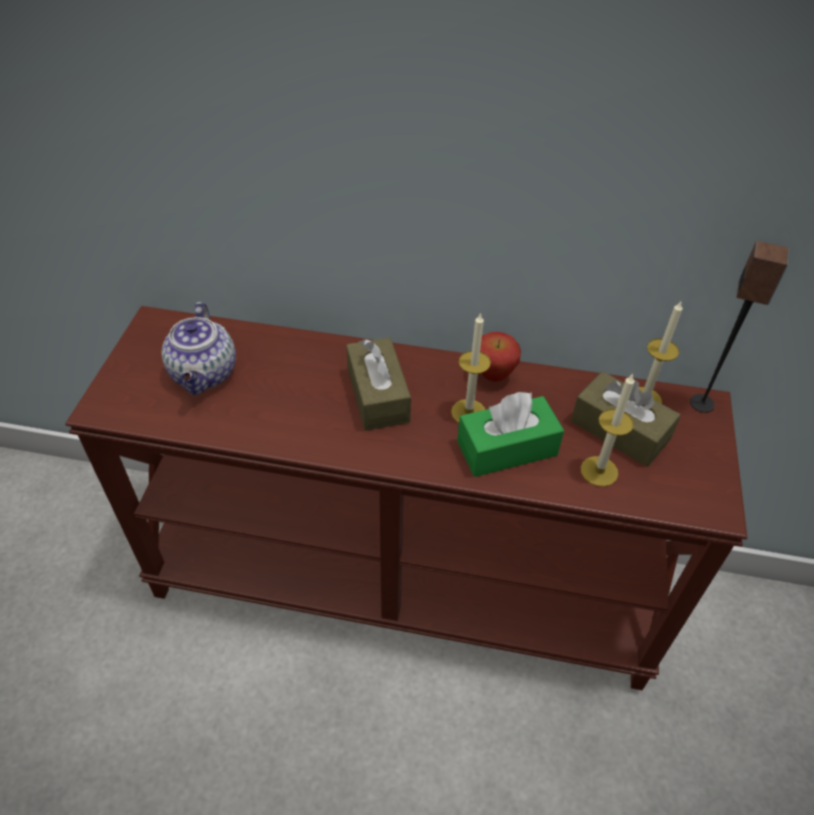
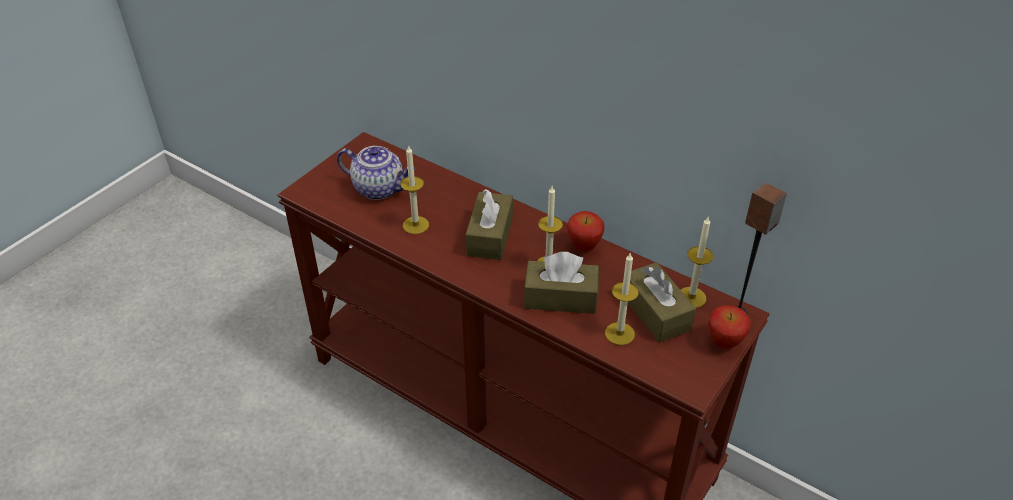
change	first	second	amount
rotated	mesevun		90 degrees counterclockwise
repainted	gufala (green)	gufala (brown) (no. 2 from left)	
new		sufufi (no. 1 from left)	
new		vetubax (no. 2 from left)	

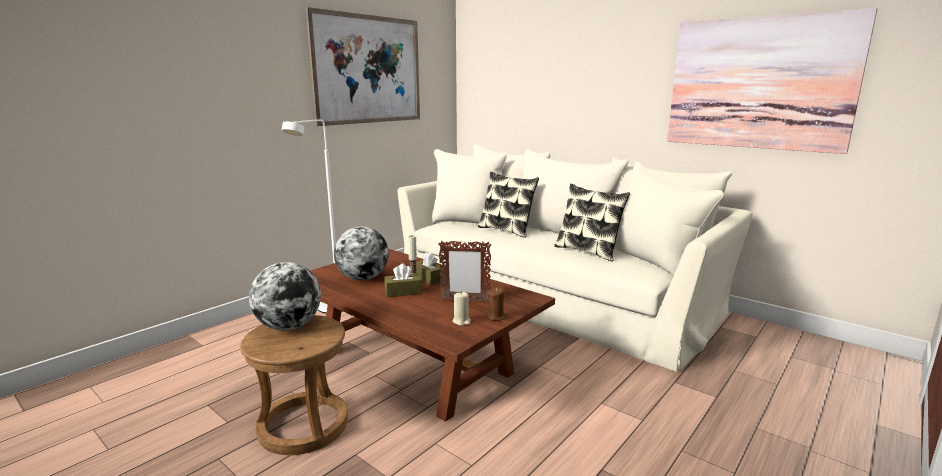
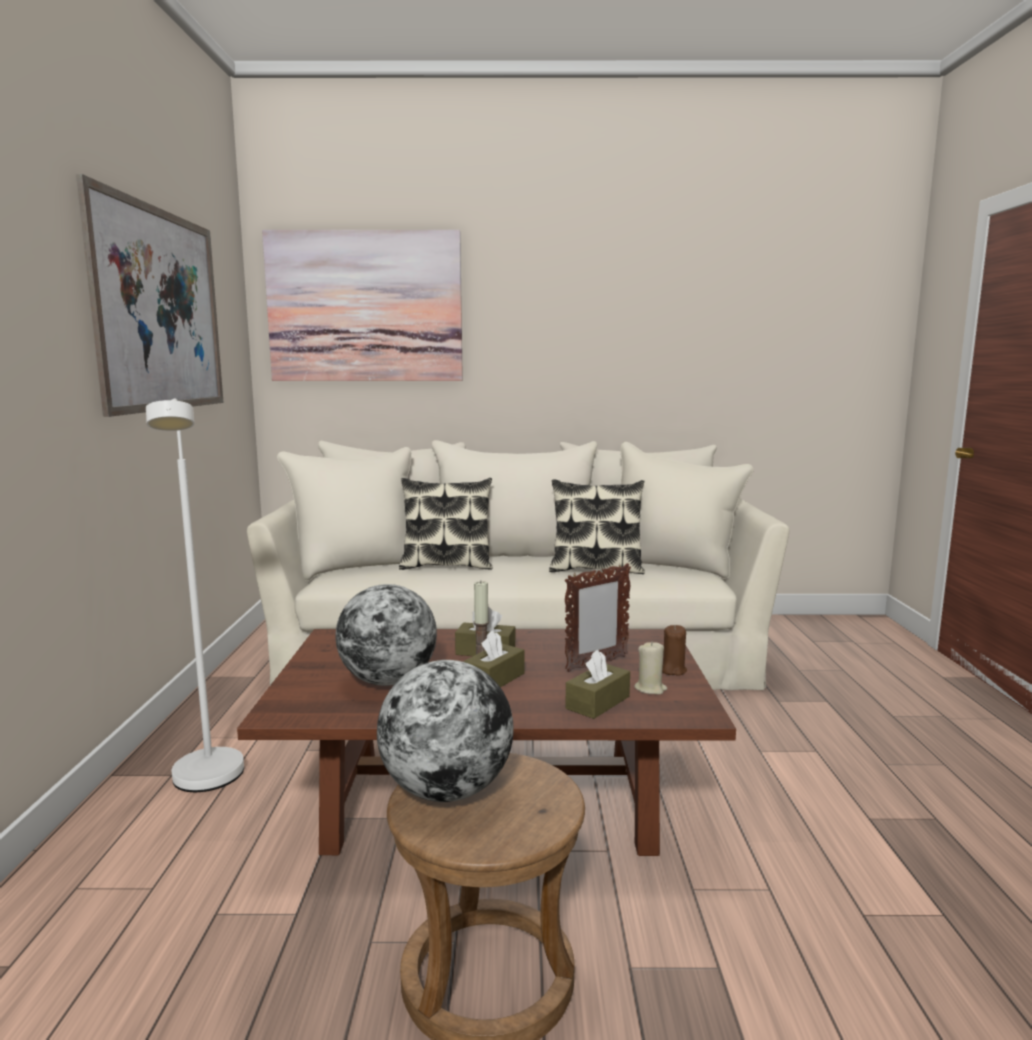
change	first	second	amount
shifted	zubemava (no. 2 from left)		
new		gufala (brown) (no. 3 from left)	

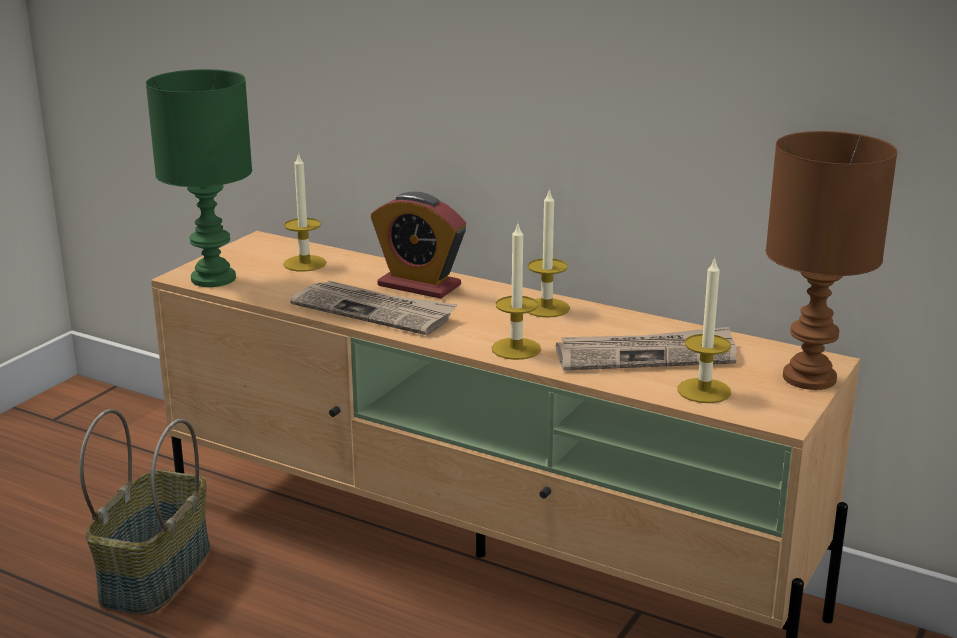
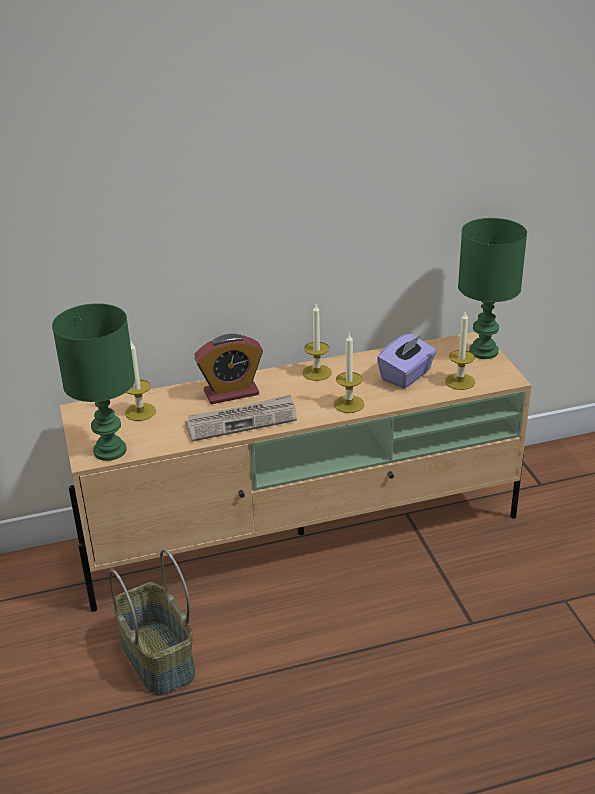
change	first	second	amount
repainted	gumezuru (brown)	gumezuru (green) (no. 2 from left)	
swapped	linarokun (no. 2 from left)	gufala (purple)	

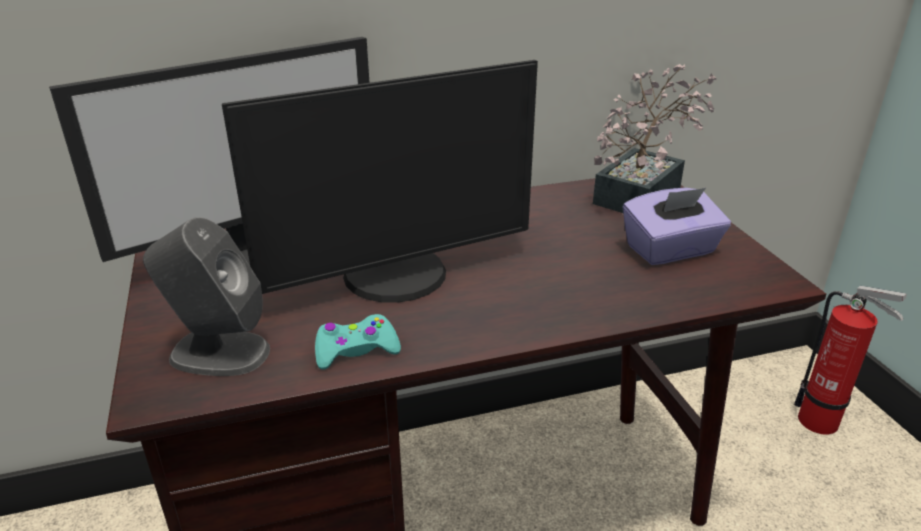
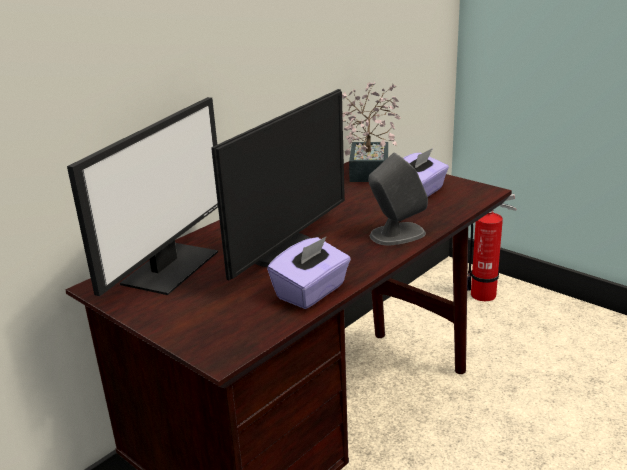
change	first	second	amount
shifted	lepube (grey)		
swapped	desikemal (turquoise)	gufala (purple) (no. 1 from left)	

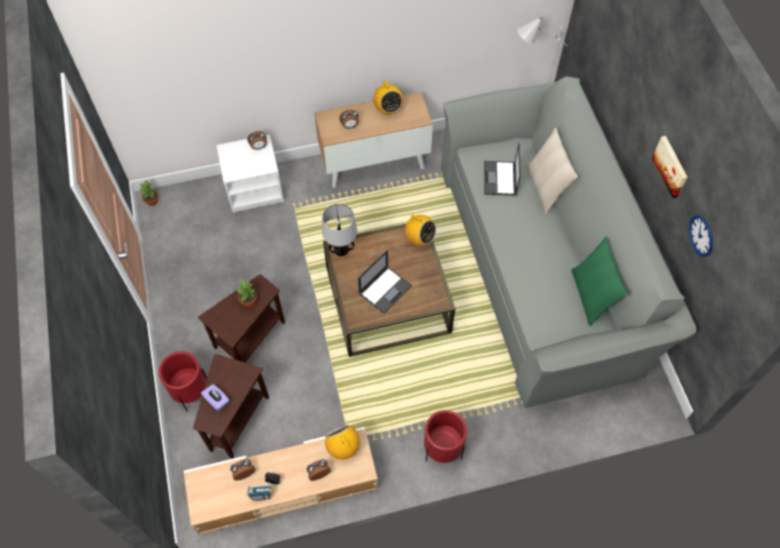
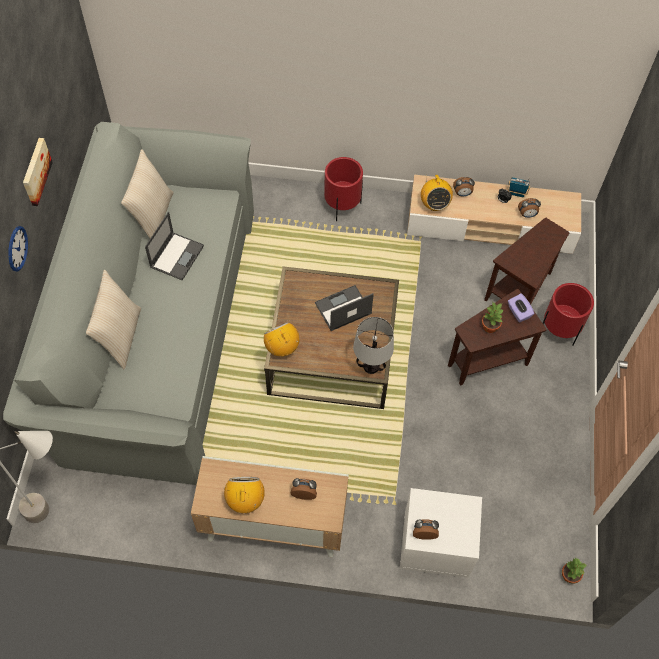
change	first	second	amount
shifted	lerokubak (no. 2 from left in the first image)	lerokubak (no. 1 from left)	
shifted	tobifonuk		
repainted	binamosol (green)	binamosol (beige) (no. 2 from left)	
shifted	gufala (purple)		

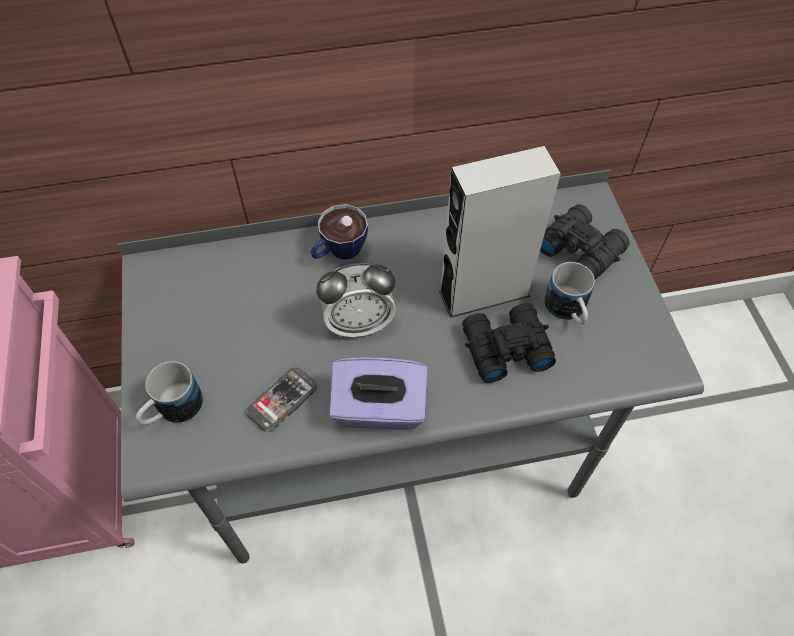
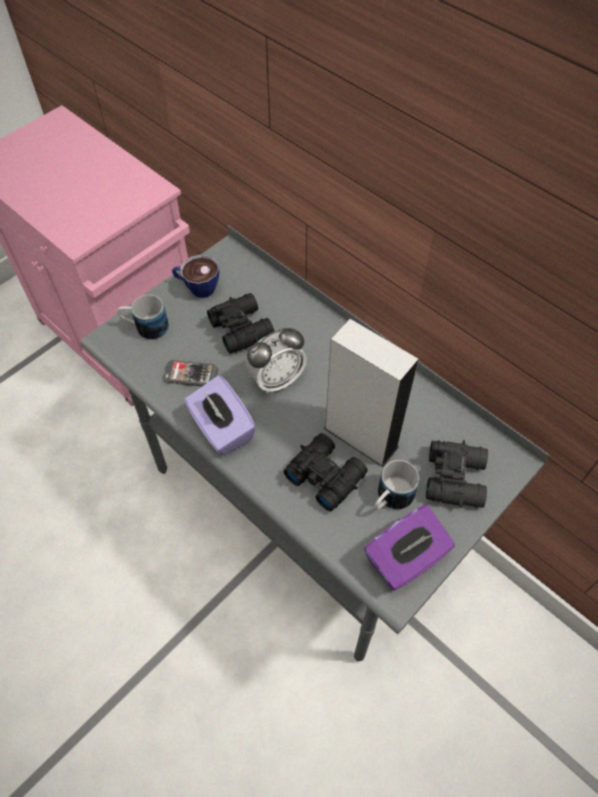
change	first	second	amount
shifted	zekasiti		
rotated	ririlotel		75 degrees counterclockwise
new		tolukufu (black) (no. 1 from left)	
new		gufala (purple) (no. 2 from left)	

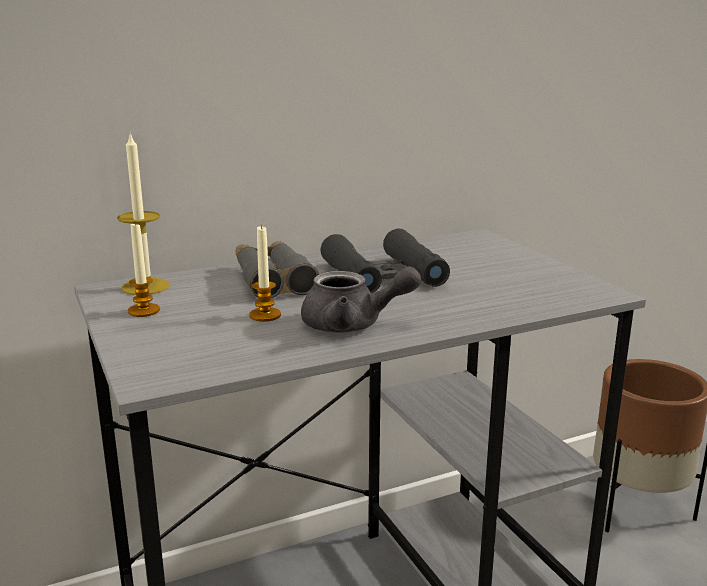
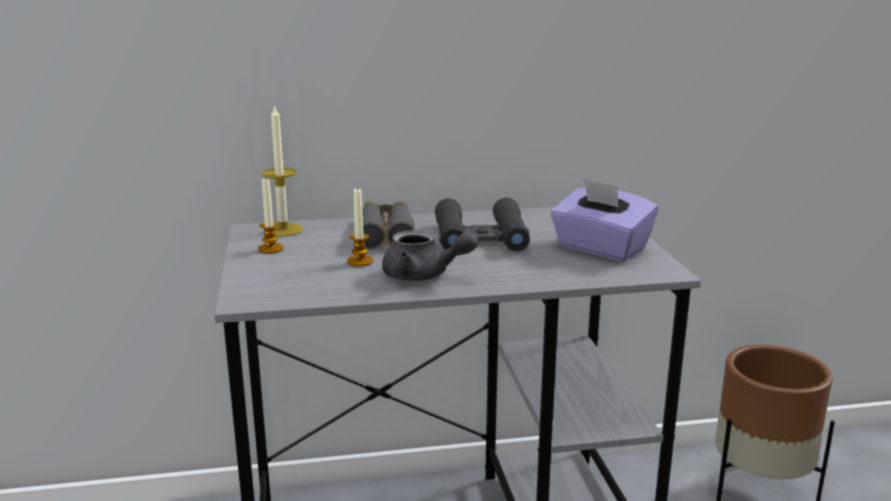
change	first	second	amount
new		gufala (purple)	

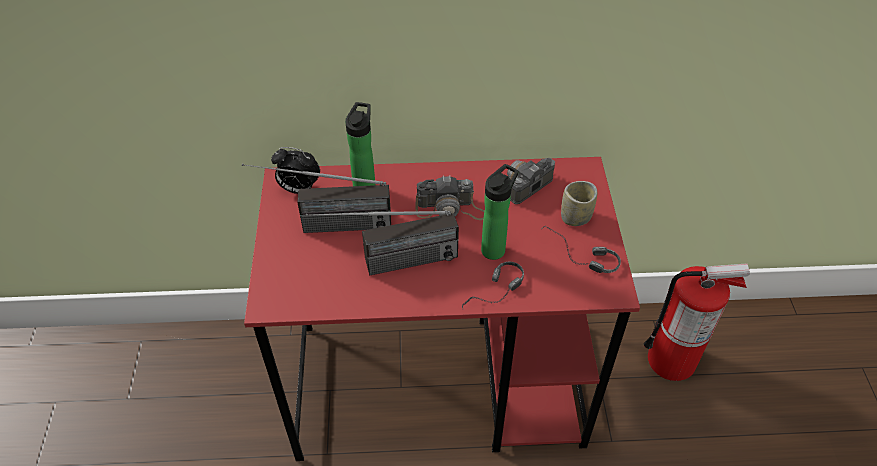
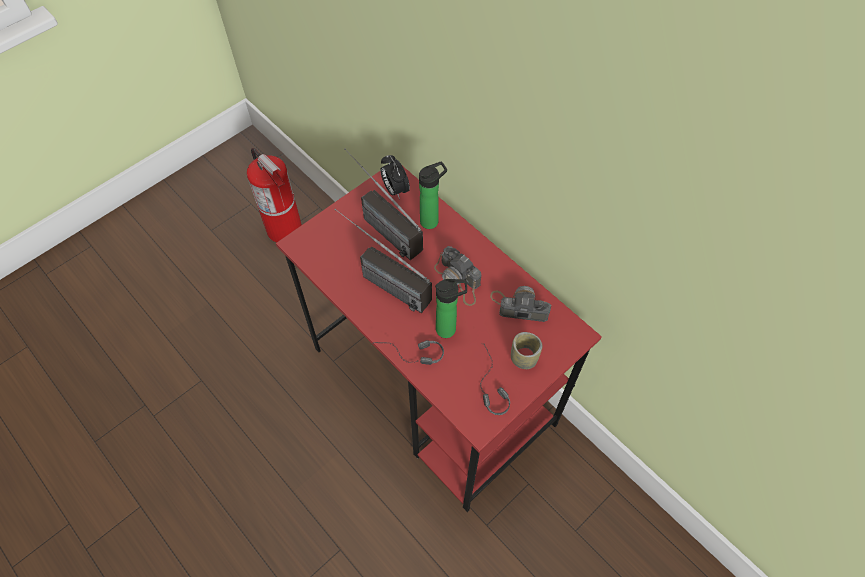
change	first	second	amount
shifted	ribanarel		

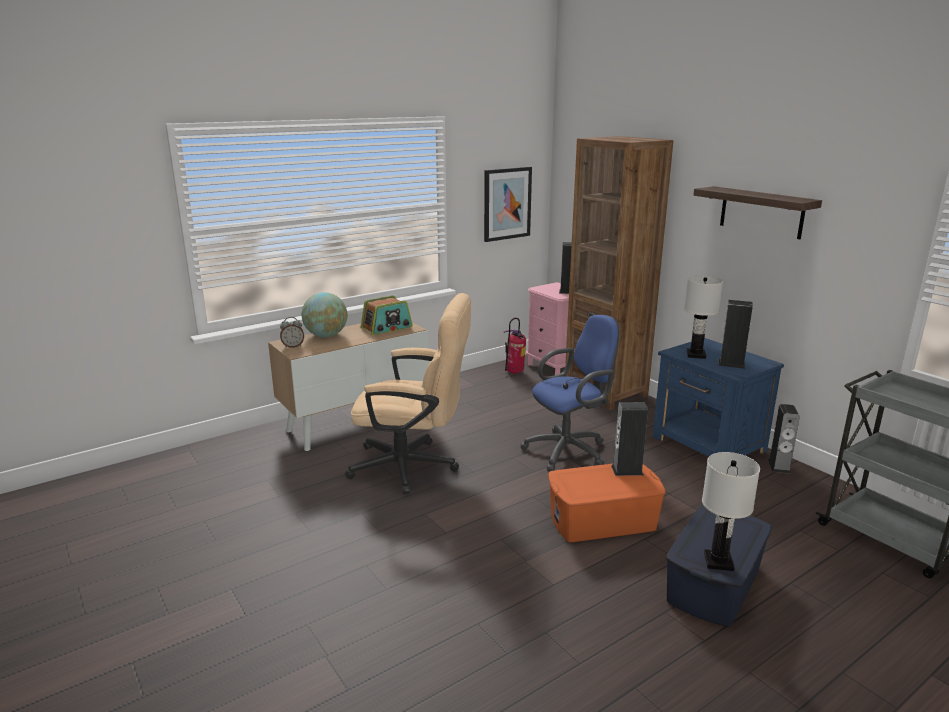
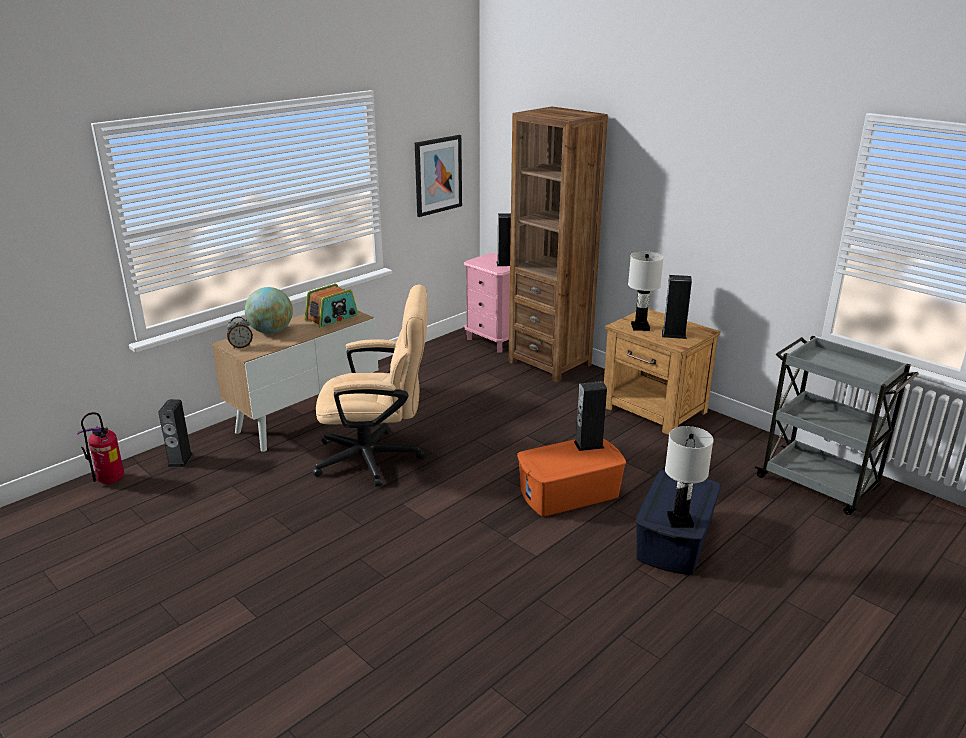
change	first	second	amount
gone	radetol		
gone	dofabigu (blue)		
shifted	ribanarel		
repainted	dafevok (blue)	dafevok (brown)	
shifted	lepube (no. 4 from left in the first image)	lepube (no. 1 from left)	

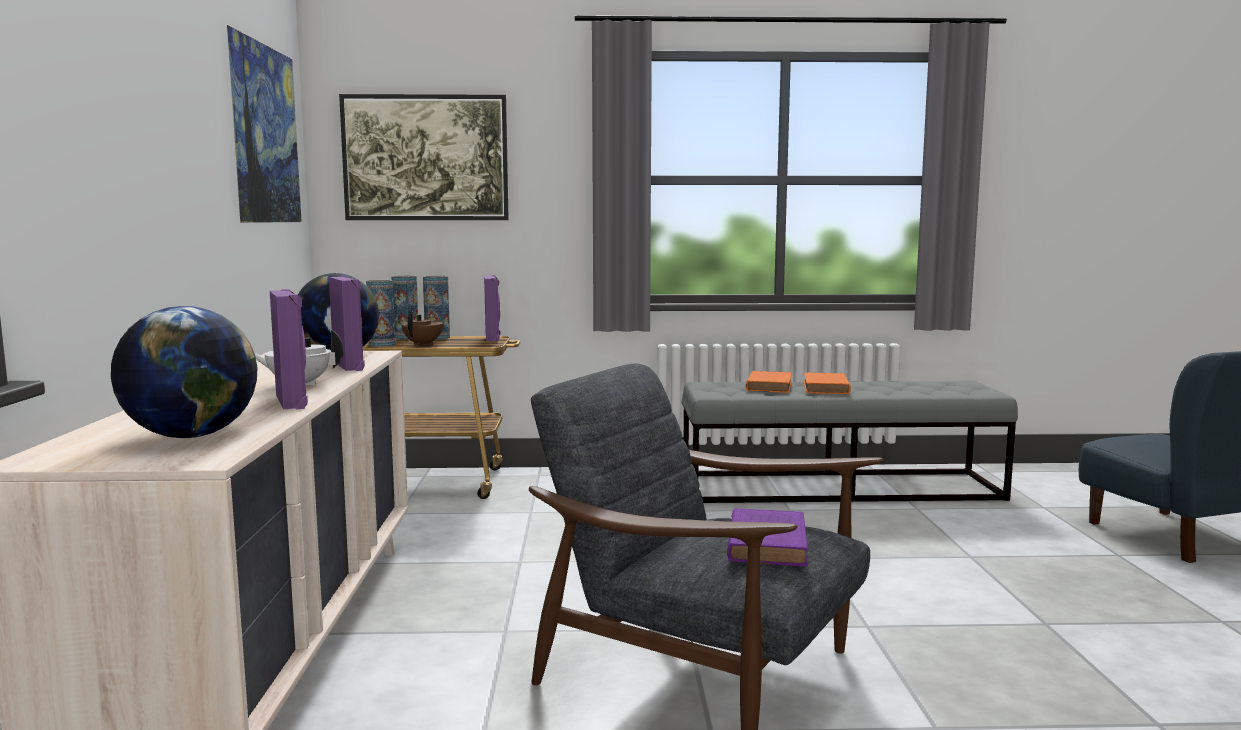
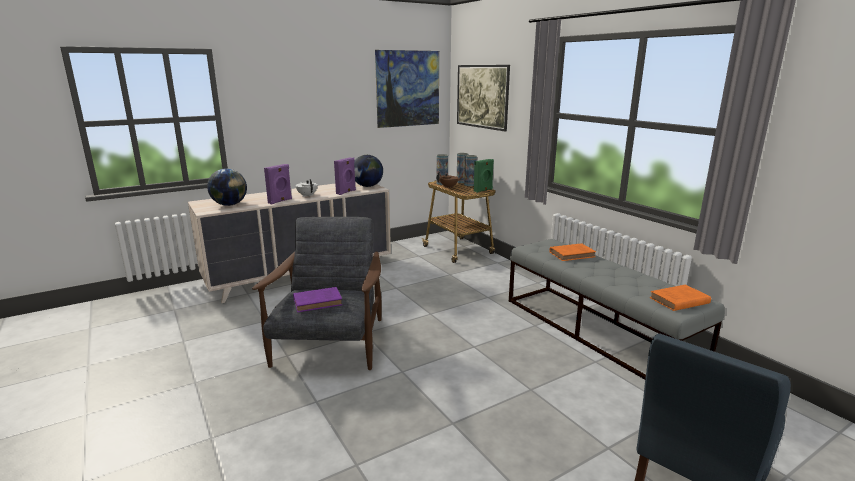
change	first	second	amount
repainted	lepube (purple) (no. 3 from left)	lepube (green)	
shifted	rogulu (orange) (no. 2 from left)		

